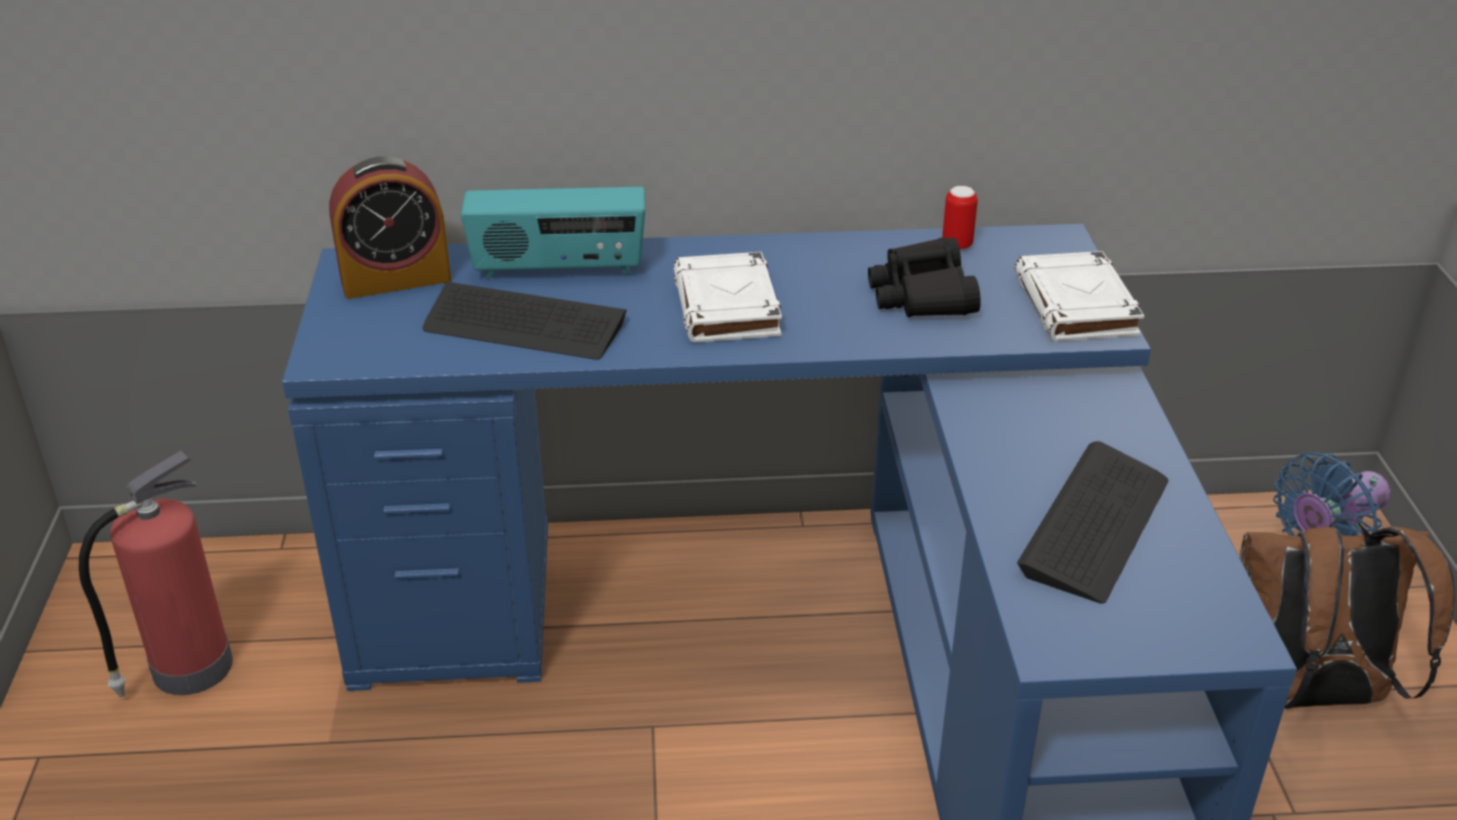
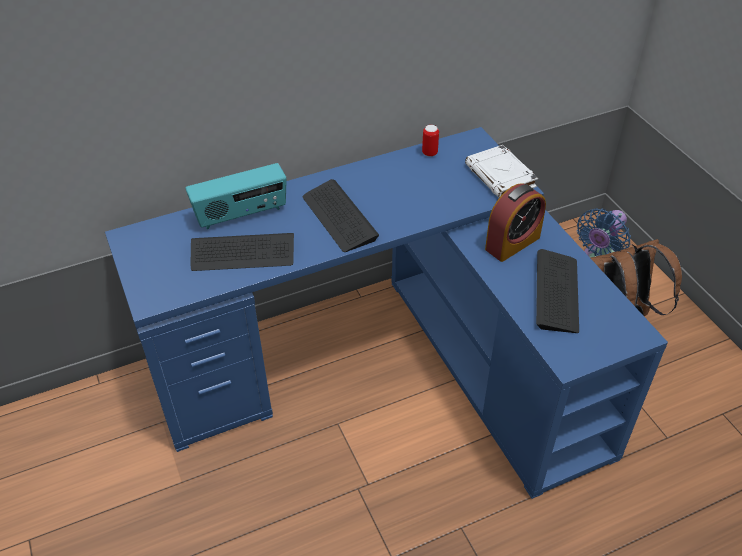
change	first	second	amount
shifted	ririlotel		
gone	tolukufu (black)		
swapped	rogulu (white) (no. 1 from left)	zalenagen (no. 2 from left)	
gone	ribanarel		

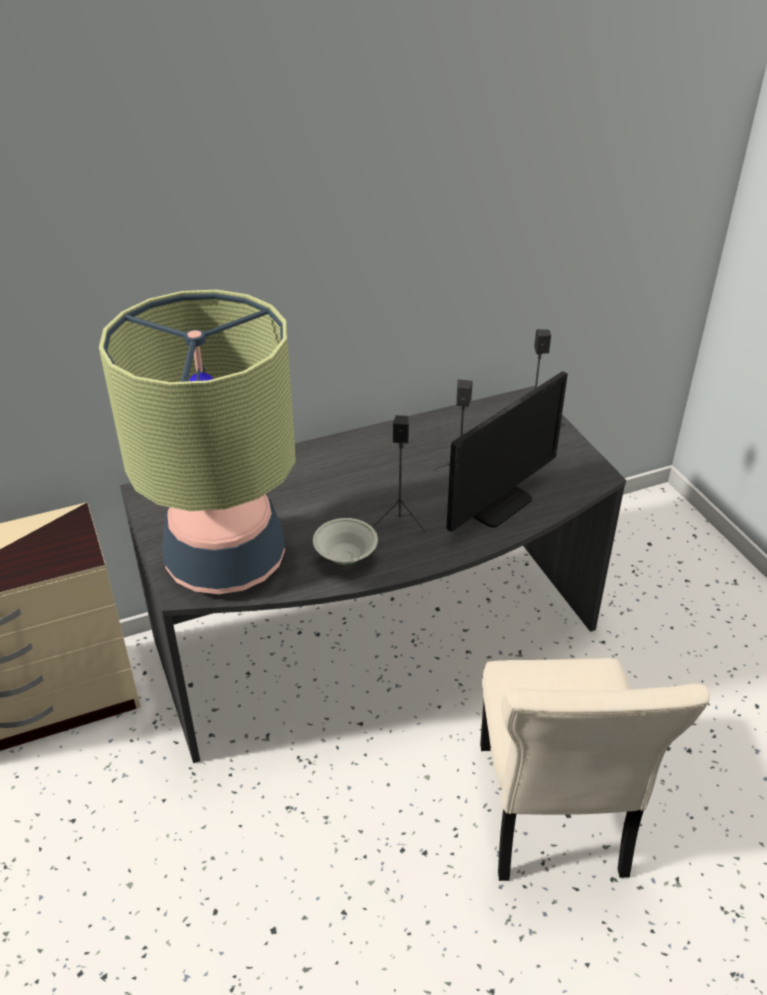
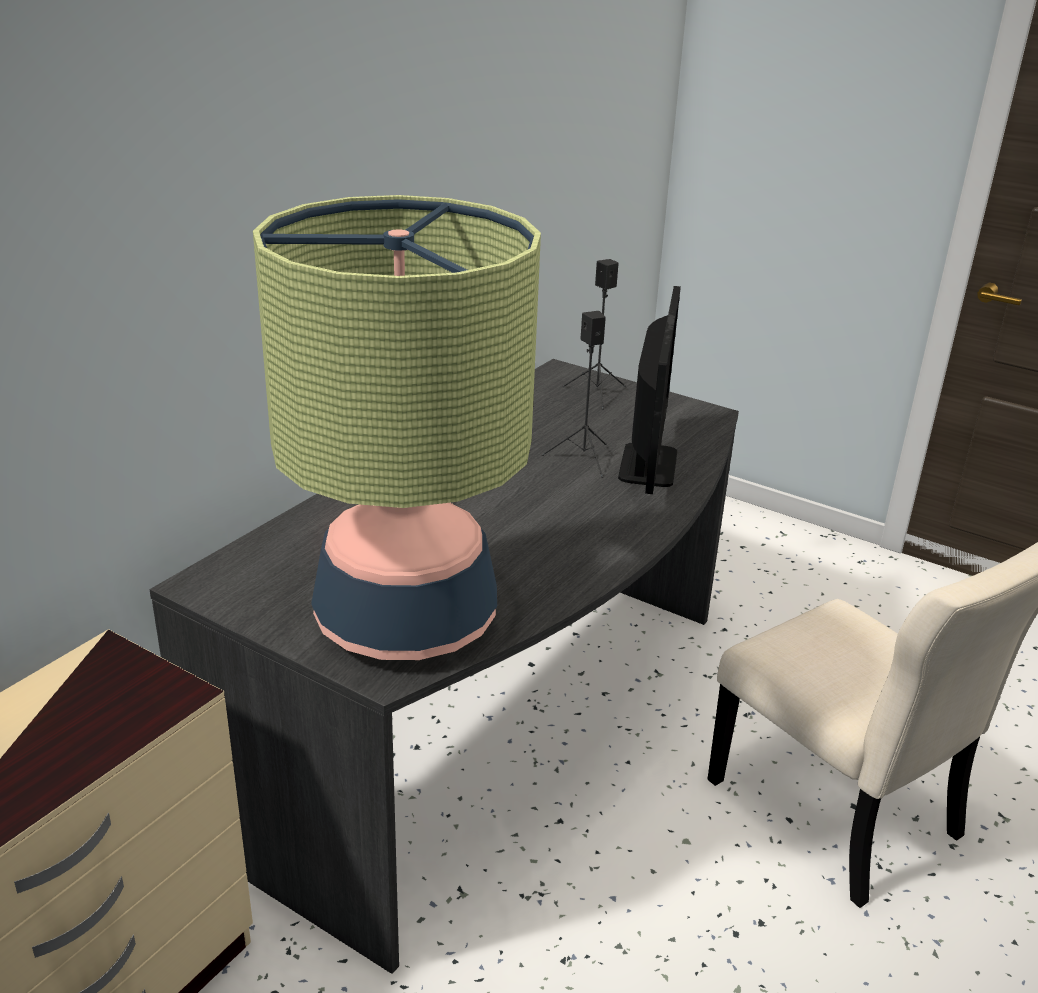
change	first	second	amount
gone	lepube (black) (no. 1 from left)		
gone	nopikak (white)		

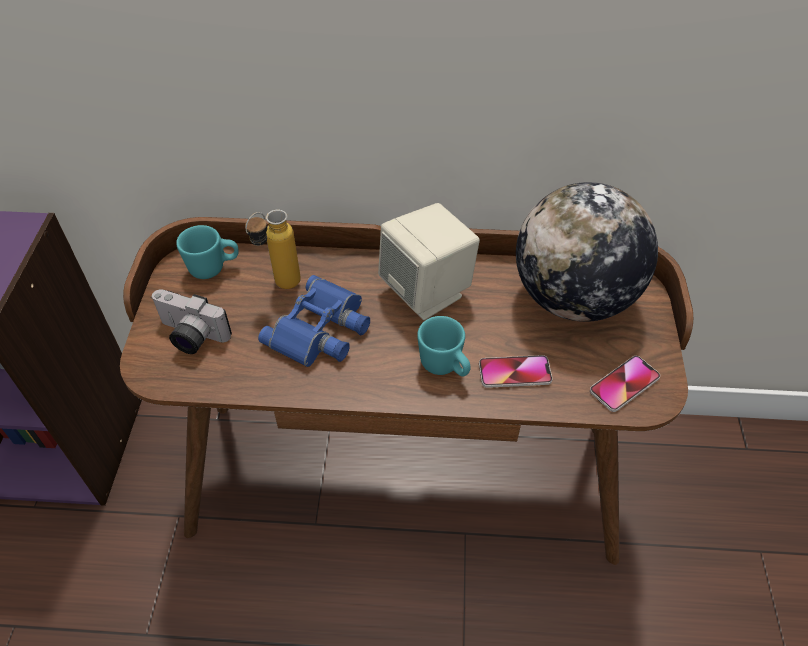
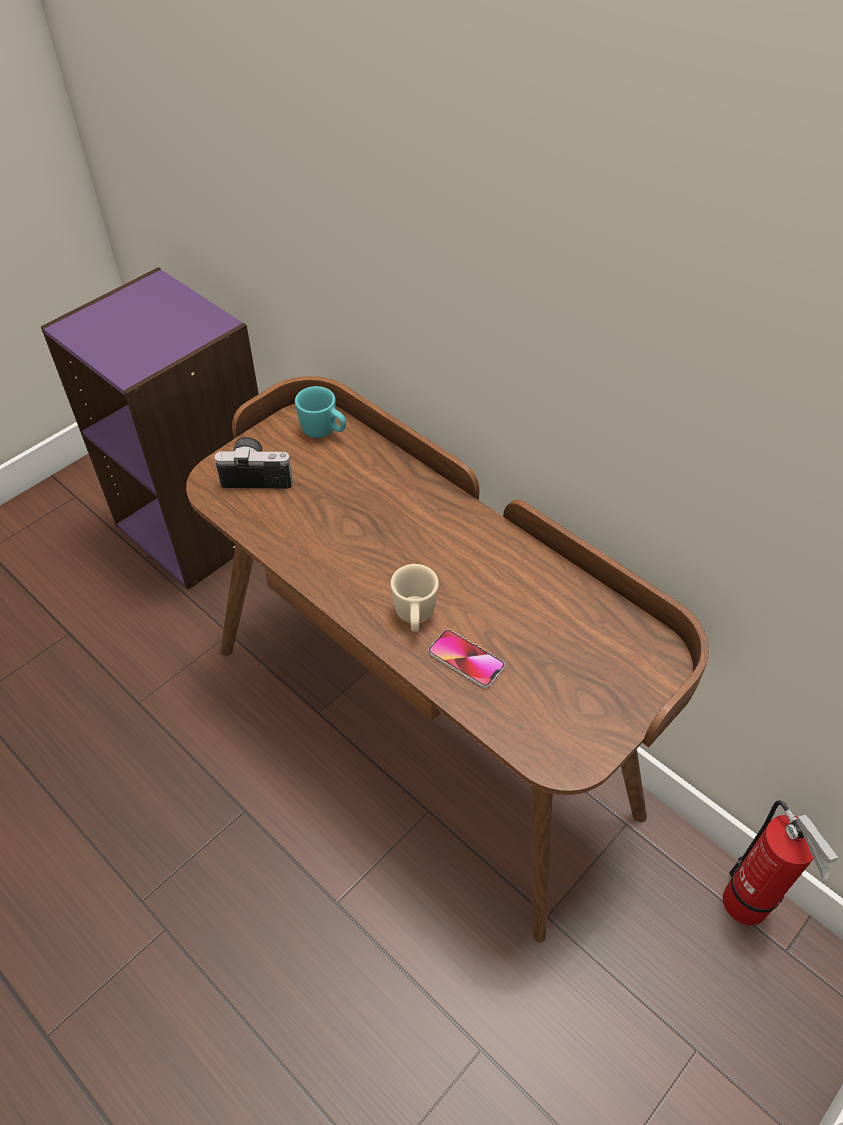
change	first	second	amount
gone	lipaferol		
gone	lepube (beige)		
gone	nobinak		
gone	tolukufu (blue)		
rotated	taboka		120 degrees clockwise
repainted	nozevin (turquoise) (no. 2 from left)	nozevin (beige)	
gone	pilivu (no. 2 from left)		
new		ribanarel	

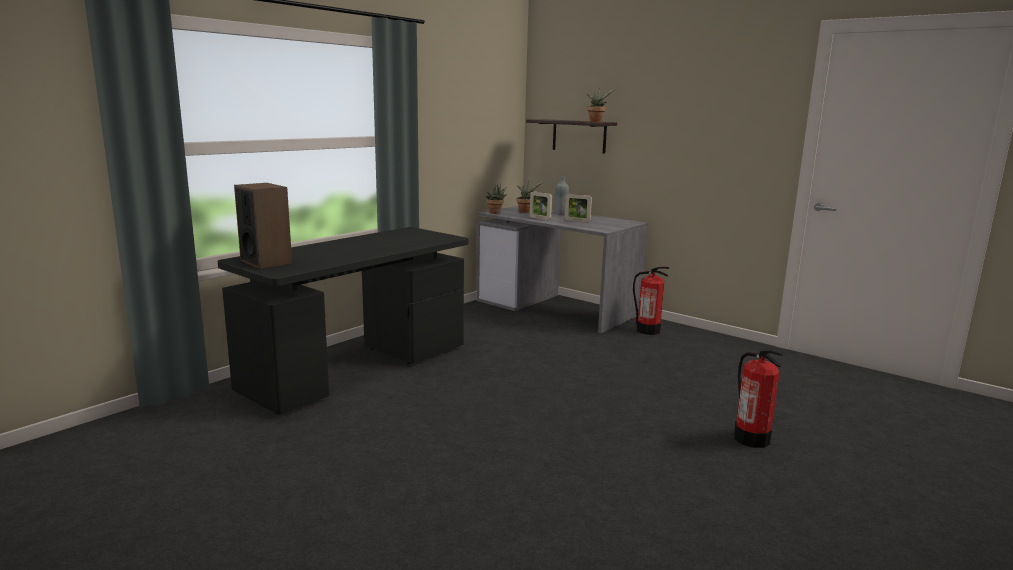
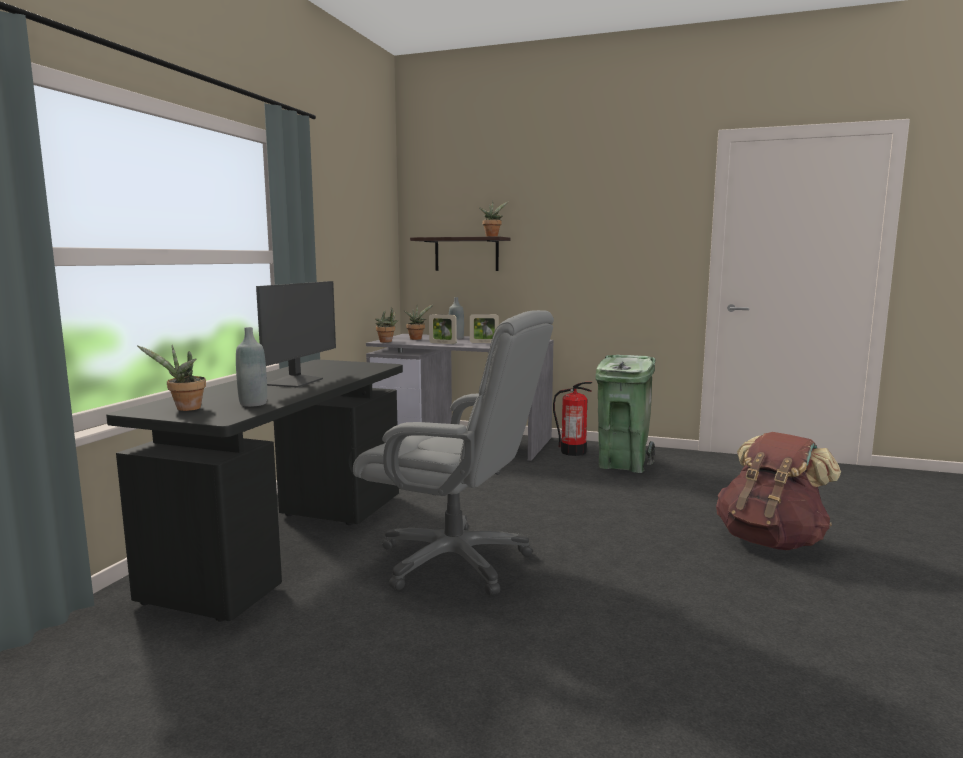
change	first	second	amount
swapped	lepube	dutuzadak (no. 1 from left)	
swapped	ribanarel (no. 2 from left)	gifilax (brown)	
new		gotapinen	
new		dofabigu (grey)	
new		nobinak (grey) (no. 1 from left)	
new		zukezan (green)	

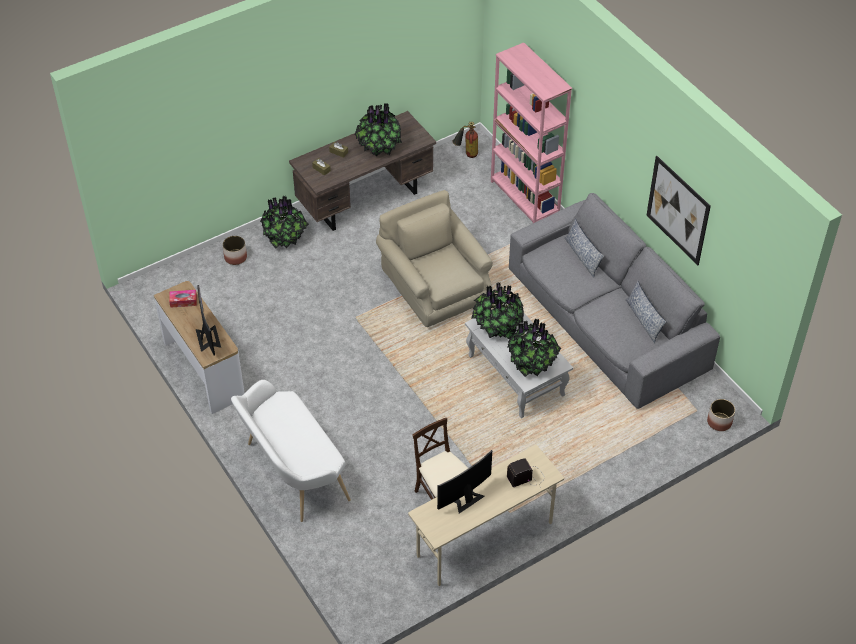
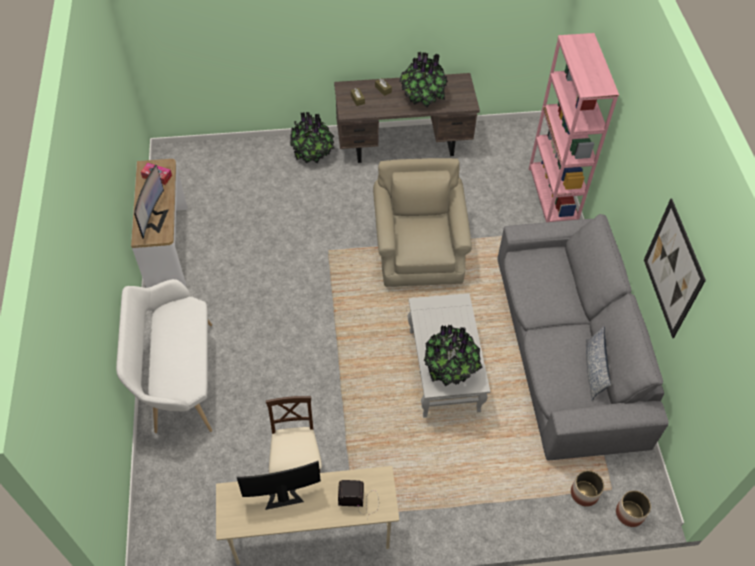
change	first	second	amount
gone	ribanarel		
gone	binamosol (no. 1 from left)		
shifted	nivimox (no. 1 from left)		
gone	dutuzadak (no. 3 from left)		

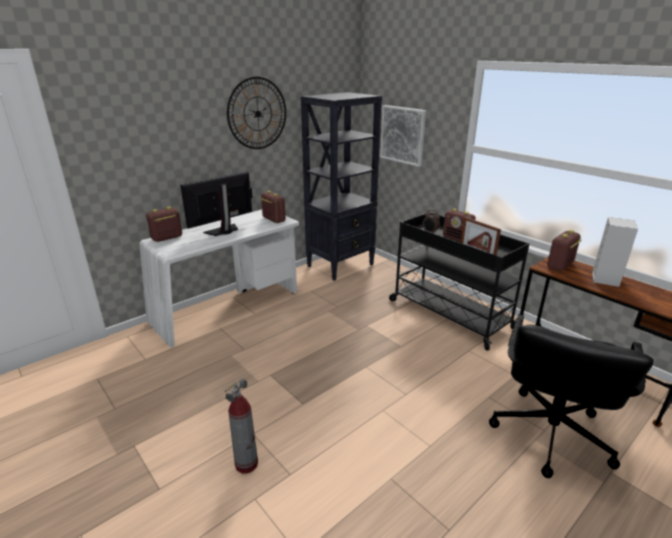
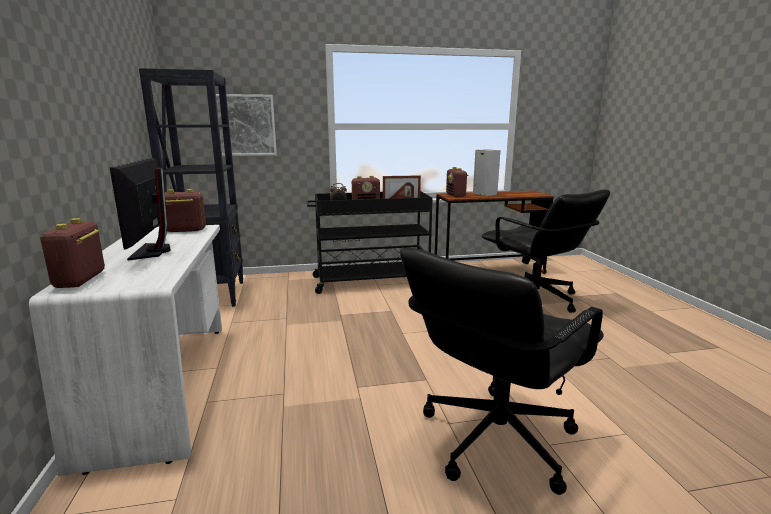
change	first	second	amount
gone	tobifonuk		
swapped	ribanarel	dofabigu (black) (no. 1 from left)	

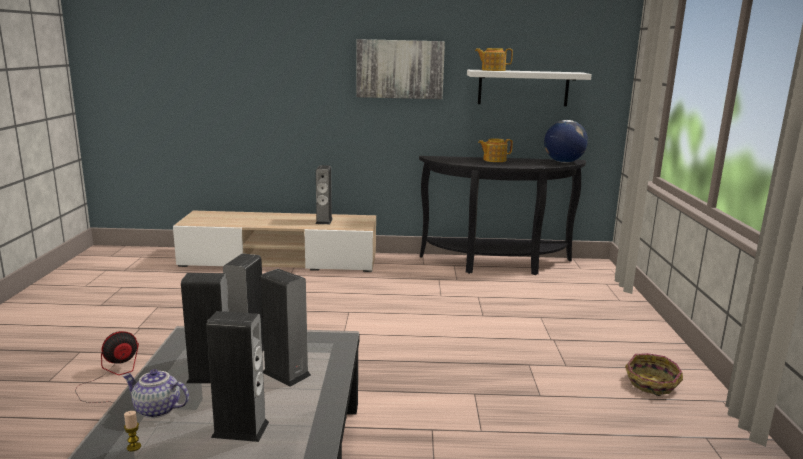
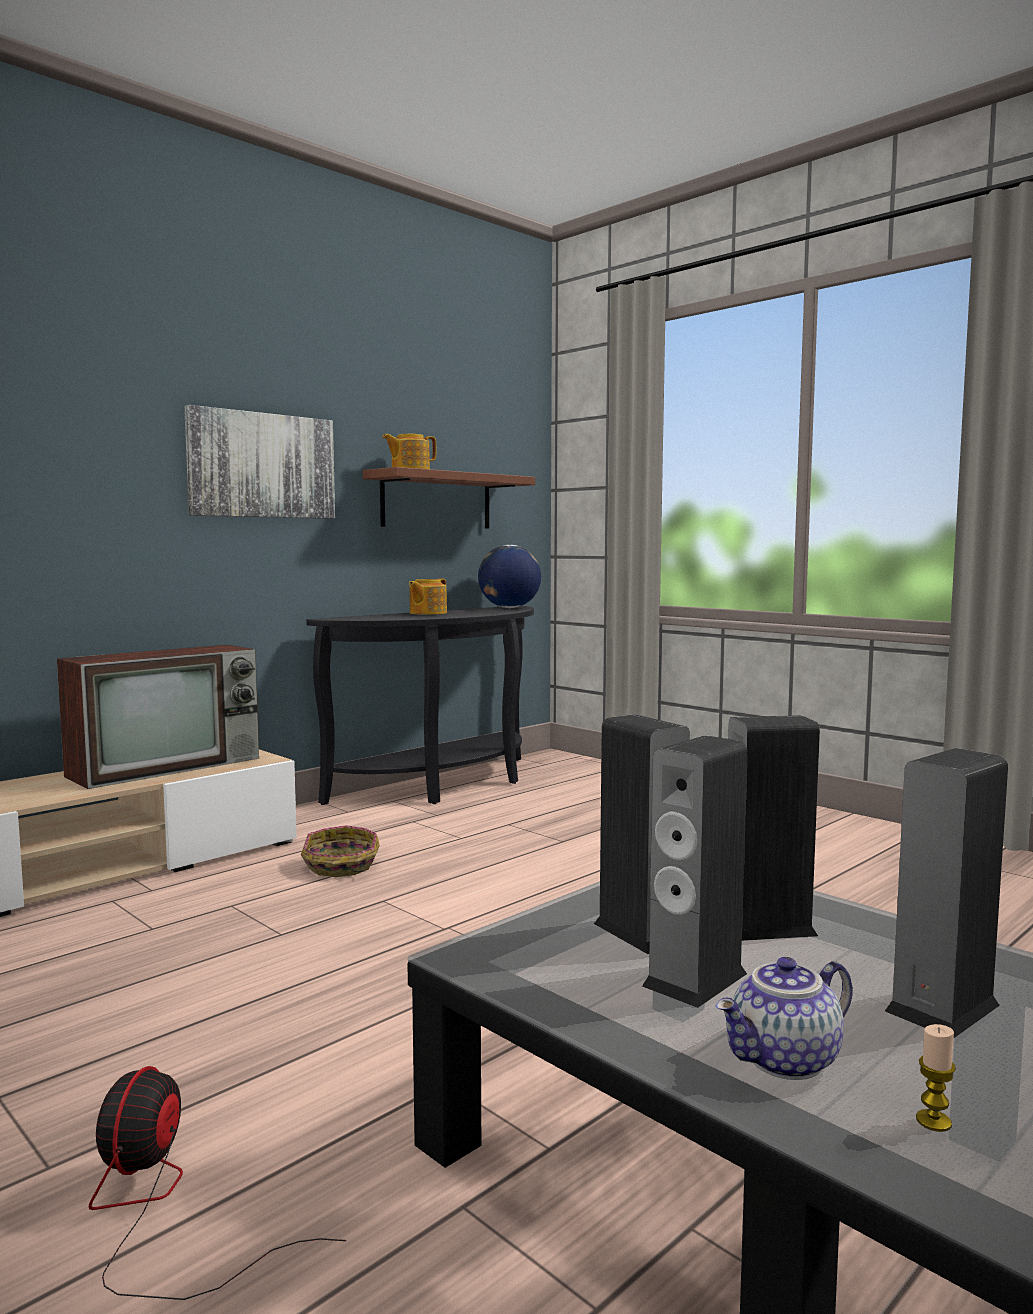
change	first	second	amount
repainted	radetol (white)	radetol (brown)	
swapped	lepube (no. 5 from left)	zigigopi	
shifted	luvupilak		

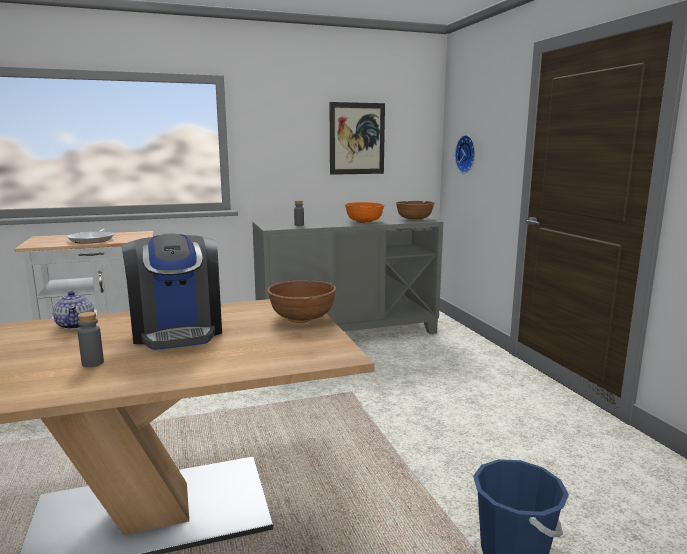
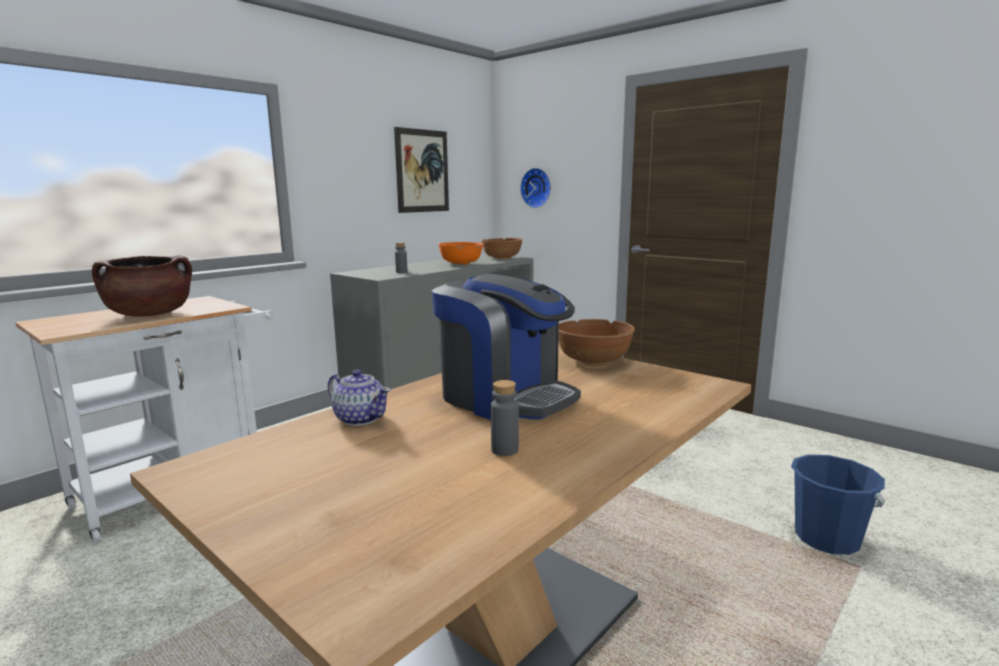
change	first	second	amount
swapped	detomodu	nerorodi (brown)	

